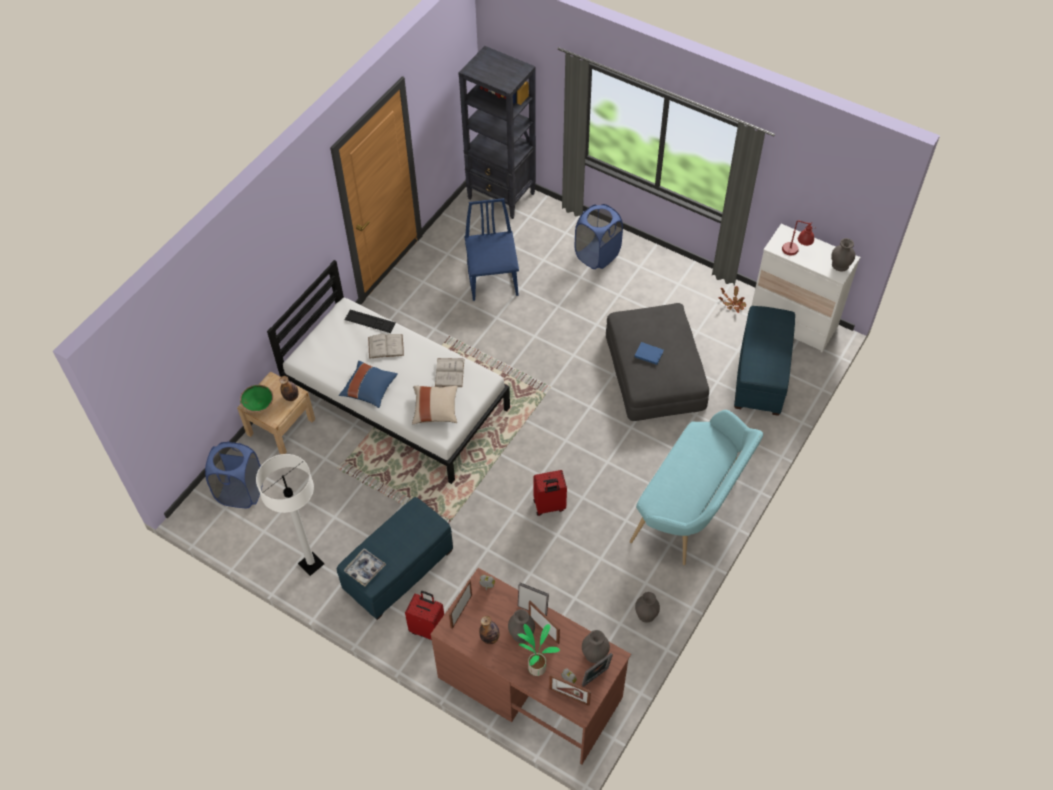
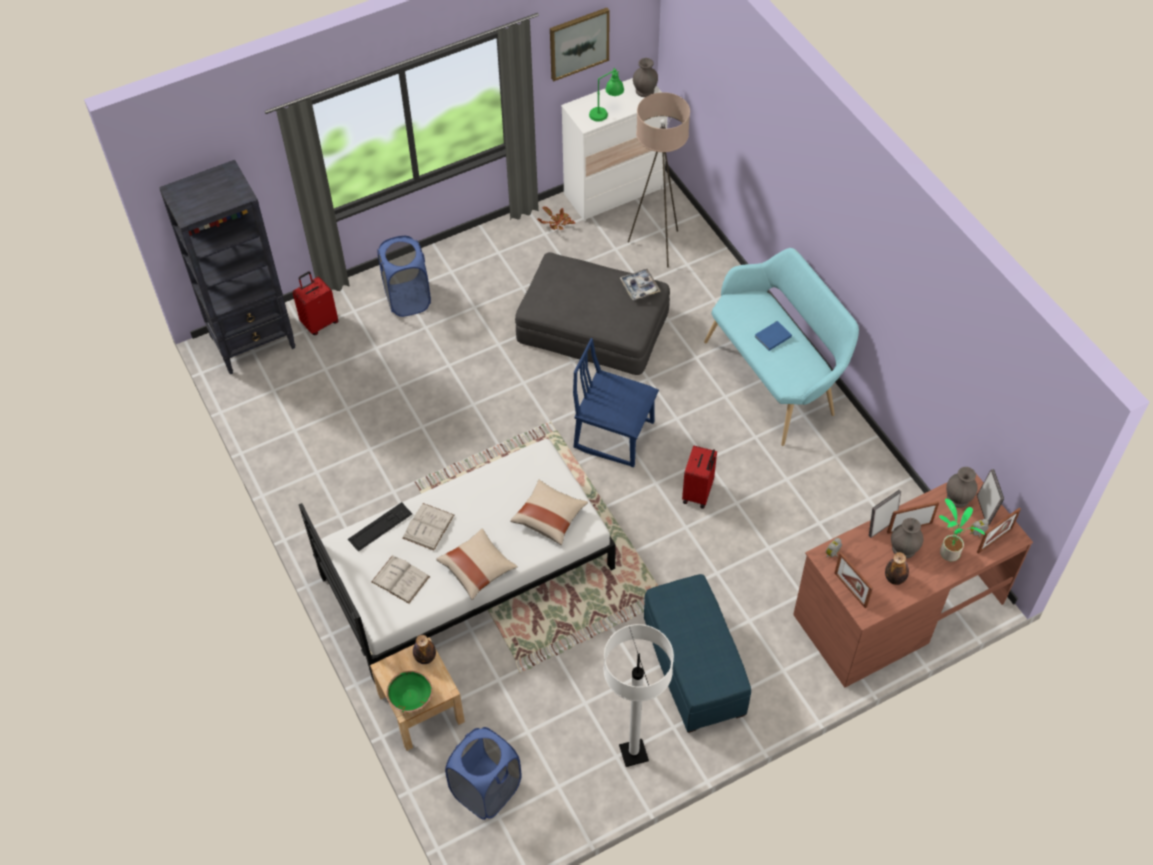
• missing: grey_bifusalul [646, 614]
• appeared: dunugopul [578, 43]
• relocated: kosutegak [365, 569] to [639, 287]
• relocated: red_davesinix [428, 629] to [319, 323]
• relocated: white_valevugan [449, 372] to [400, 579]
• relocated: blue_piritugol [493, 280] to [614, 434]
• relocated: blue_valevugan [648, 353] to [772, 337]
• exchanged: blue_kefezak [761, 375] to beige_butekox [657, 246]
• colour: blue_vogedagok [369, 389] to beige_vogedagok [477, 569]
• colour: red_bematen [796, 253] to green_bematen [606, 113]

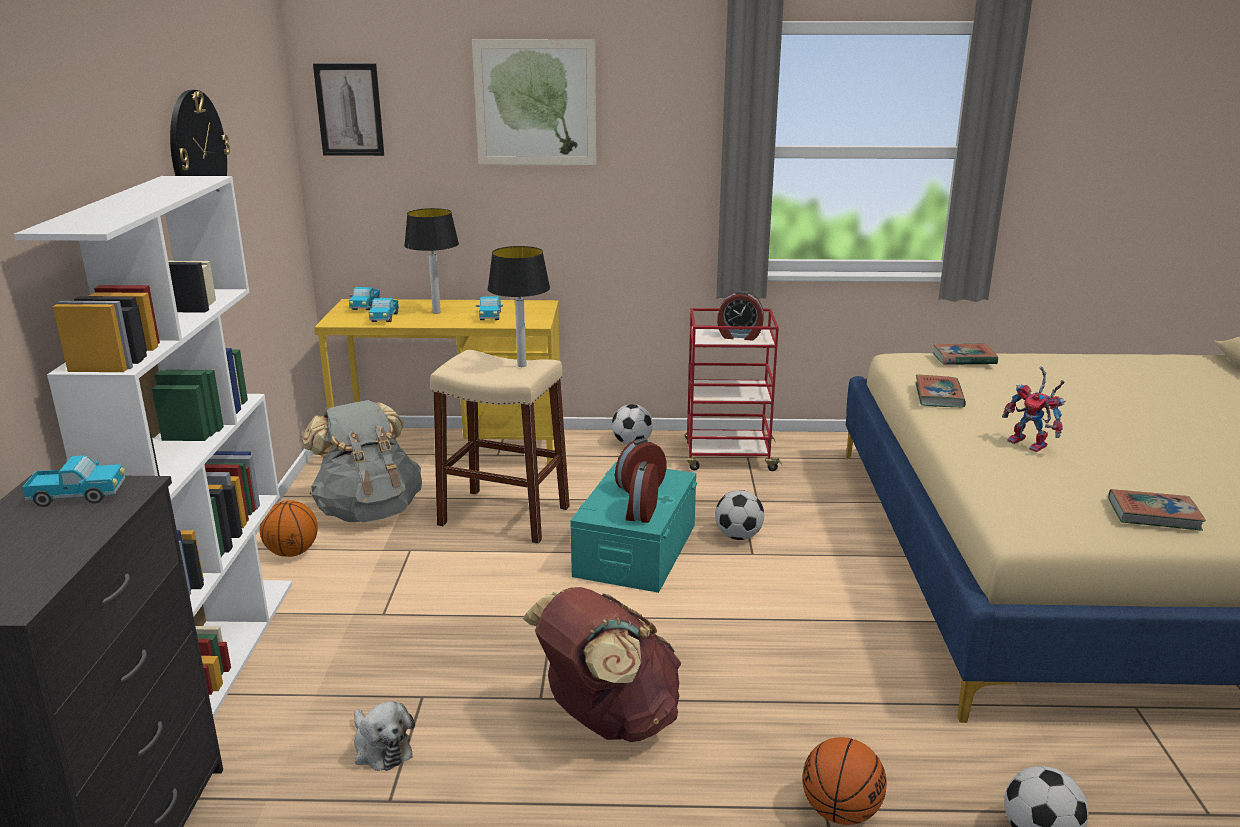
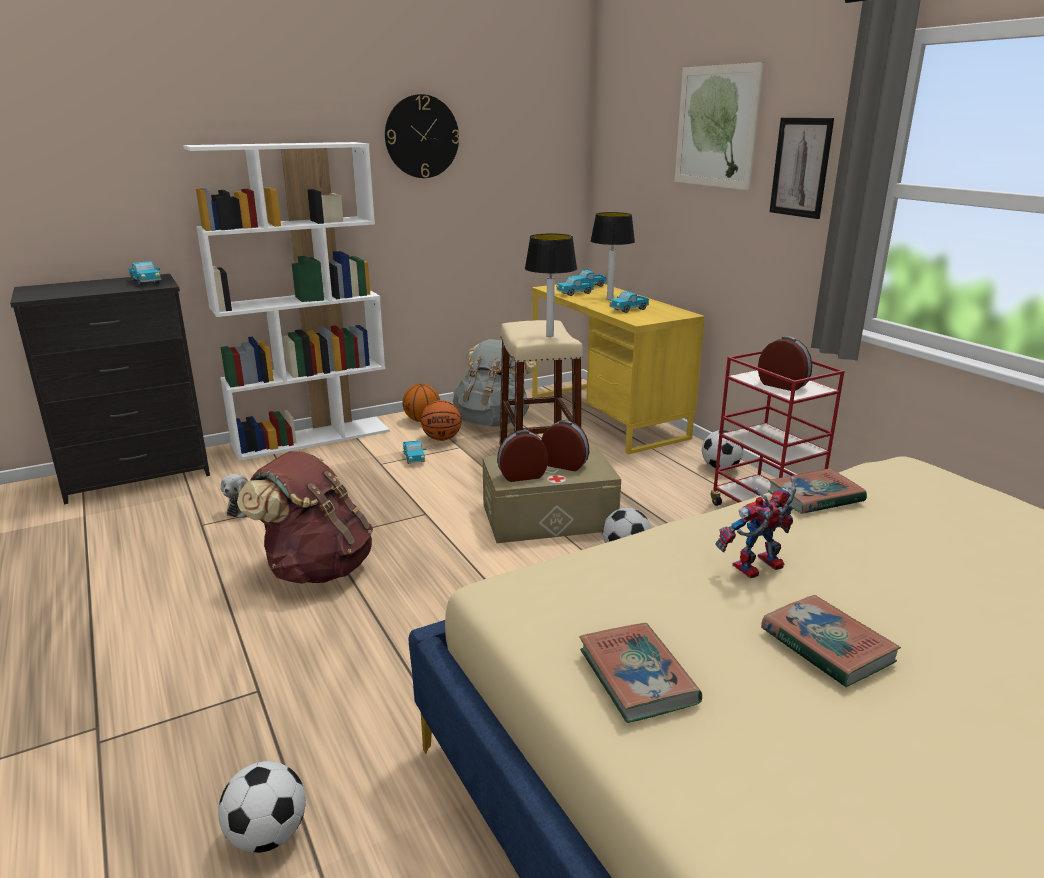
• appeared: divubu [414, 458]
• relocated: dunugopul [349, 110] to [800, 167]
• relocated: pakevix [840, 811] to [442, 439]
• relocated: valevugan [964, 359] to [826, 646]
• colour: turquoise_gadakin [635, 550] to beige_gadakin [548, 517]
• spun: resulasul [739, 336] = [783, 385] 150 degrees clockwise
• spun: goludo [1031, 444] = [756, 569] 45 degrees clockwise

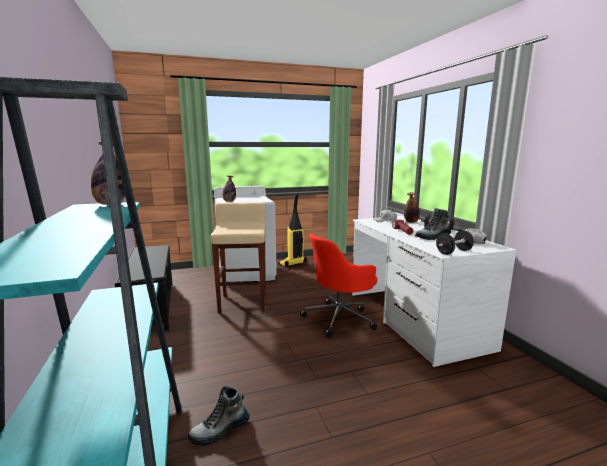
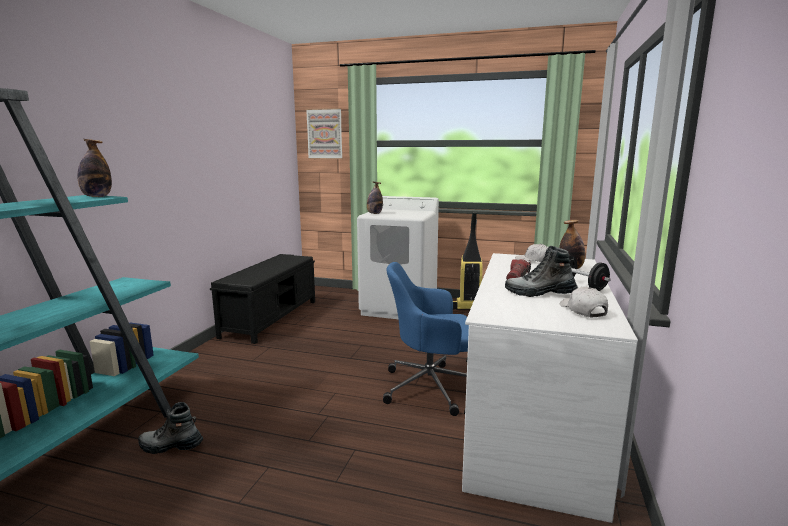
• missing: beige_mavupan [243, 303]
• missing: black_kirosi [453, 252]
• appeared: dunugopul [324, 134]
• colour: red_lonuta [340, 318] to blue_lonuta [430, 387]

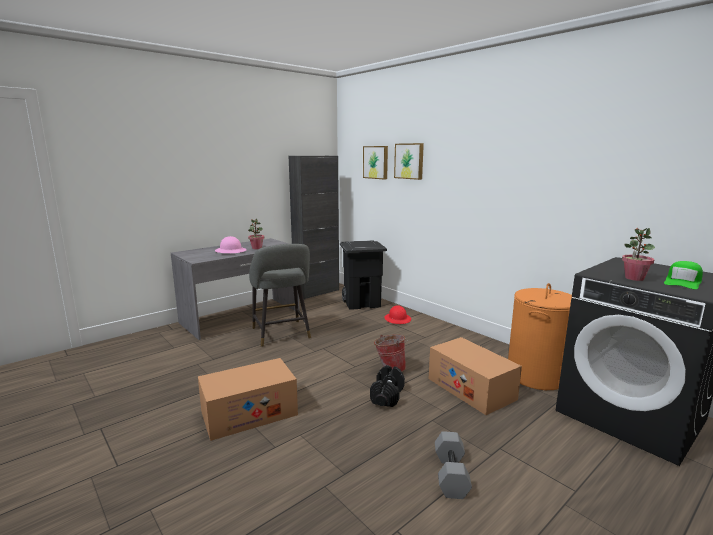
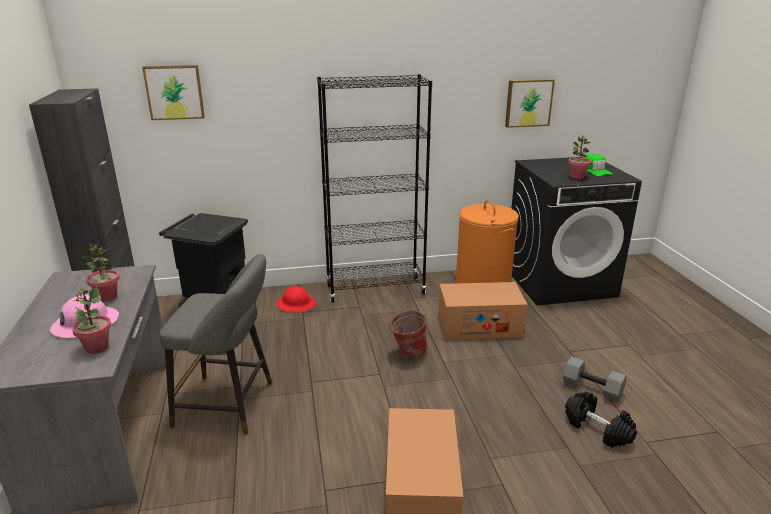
• appeared: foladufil [97, 348]
• appeared: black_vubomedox [375, 290]
• relocated: black_kirosi [387, 396] to [598, 429]
• relocated: dunugopul [409, 161] to [528, 102]

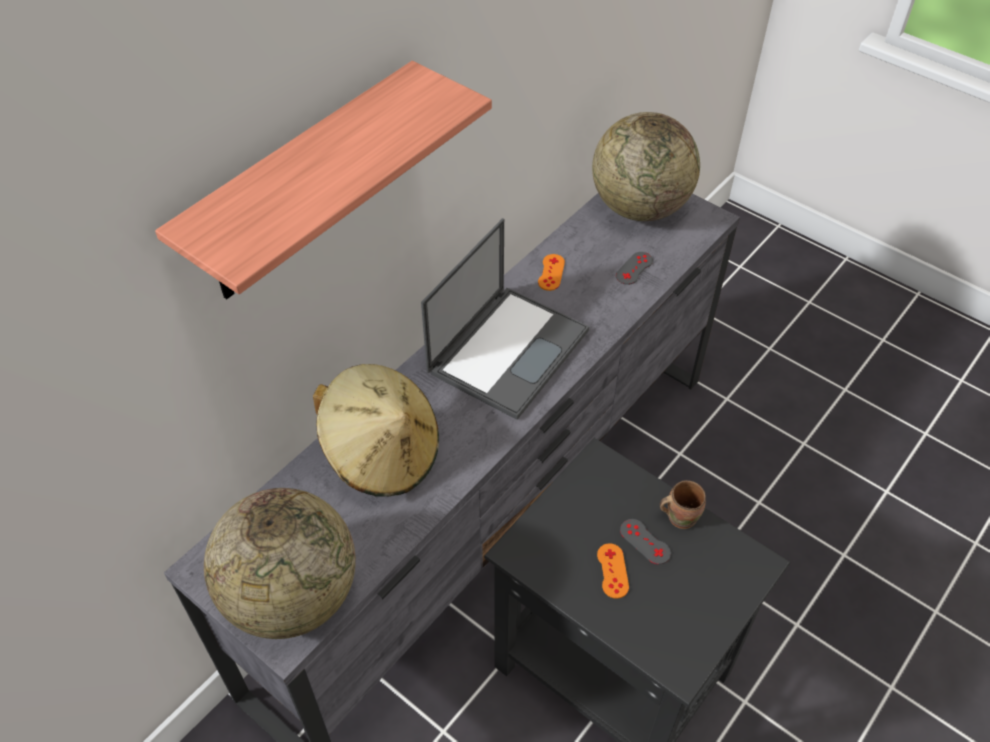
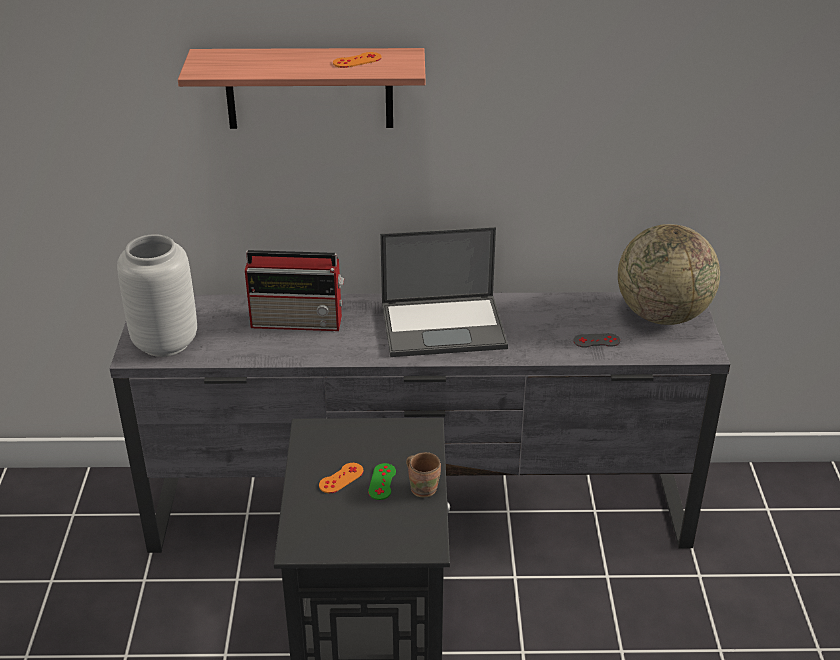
• relocated: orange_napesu [551, 272] to [357, 60]
• exchanged: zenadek [292, 596] to grey_bifusalul [164, 342]
• exchanged: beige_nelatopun [382, 453] to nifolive [299, 321]
• colour: grey_napesu [645, 541] to green_napesu [382, 482]

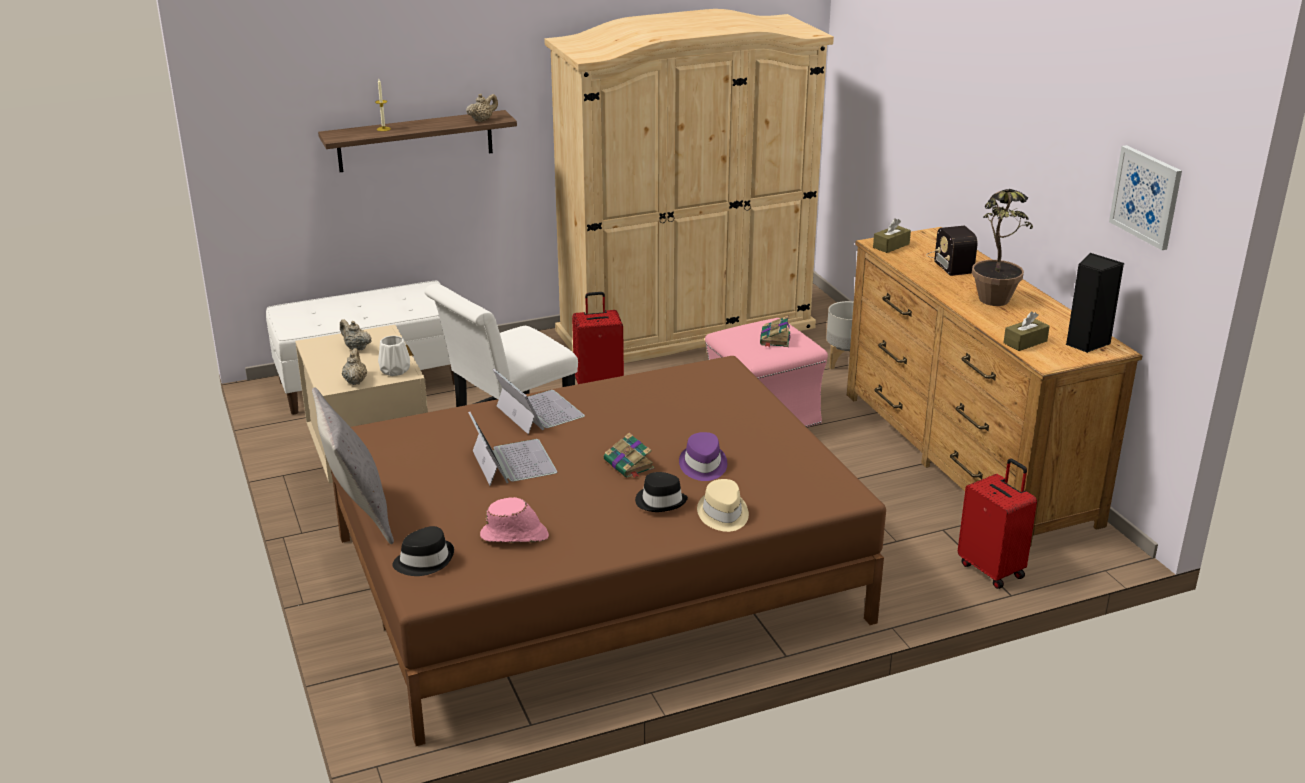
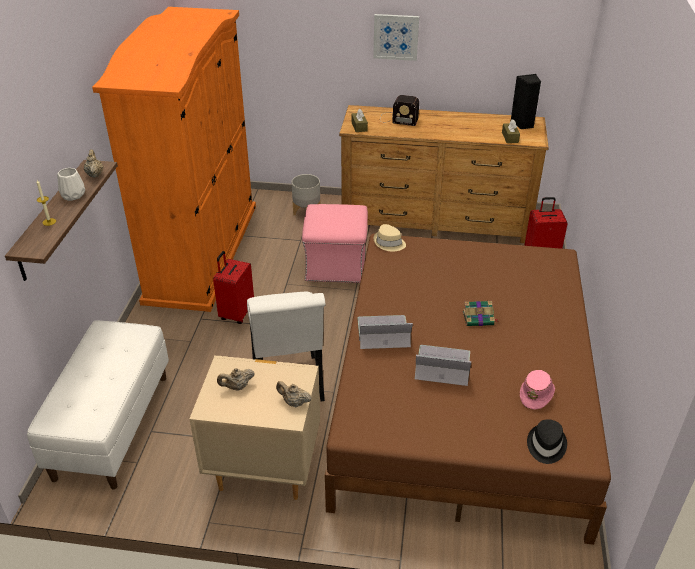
• missing: grey_vogedagok [358, 515]
• missing: black_nelatopun [660, 501]
• missing: purple_nelatopun [702, 465]
• missing: valevugan [775, 339]
• missing: foladufil [993, 304]
• relocated: white_bifusalul [394, 371] to [73, 195]
• relocated: beige_nelatopun [723, 514] to [389, 243]
• relocated: dunugopul [1146, 196] to [396, 37]
• colour: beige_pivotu [685, 329] to orange_pivotu [202, 251]

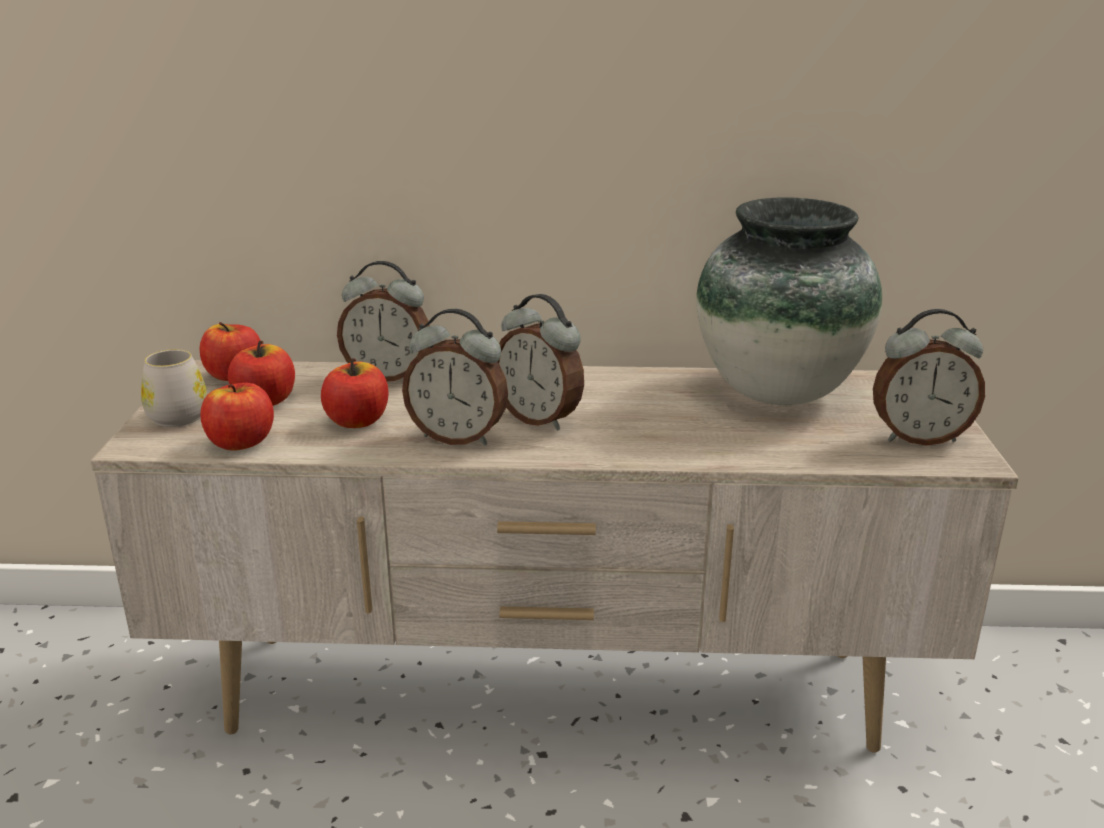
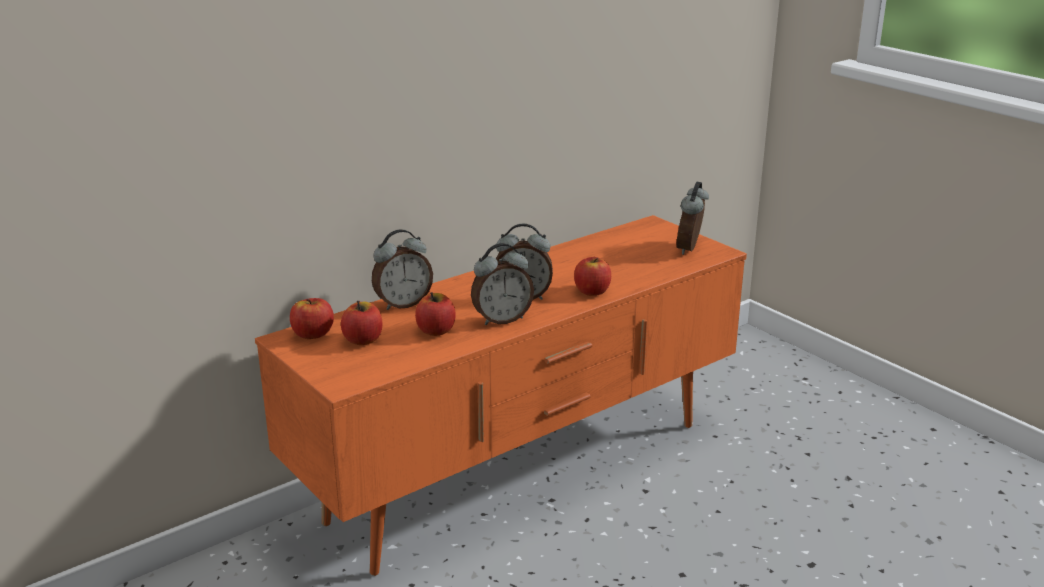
• missing: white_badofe [178, 413]
• missing: bifusalul [779, 392]
• relocated: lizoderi [241, 442] to [592, 291]
• colour: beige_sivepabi [551, 695] to orange_sivepabi [521, 473]
• spun: resulasul [919, 437] = [690, 249] 150 degrees clockwise

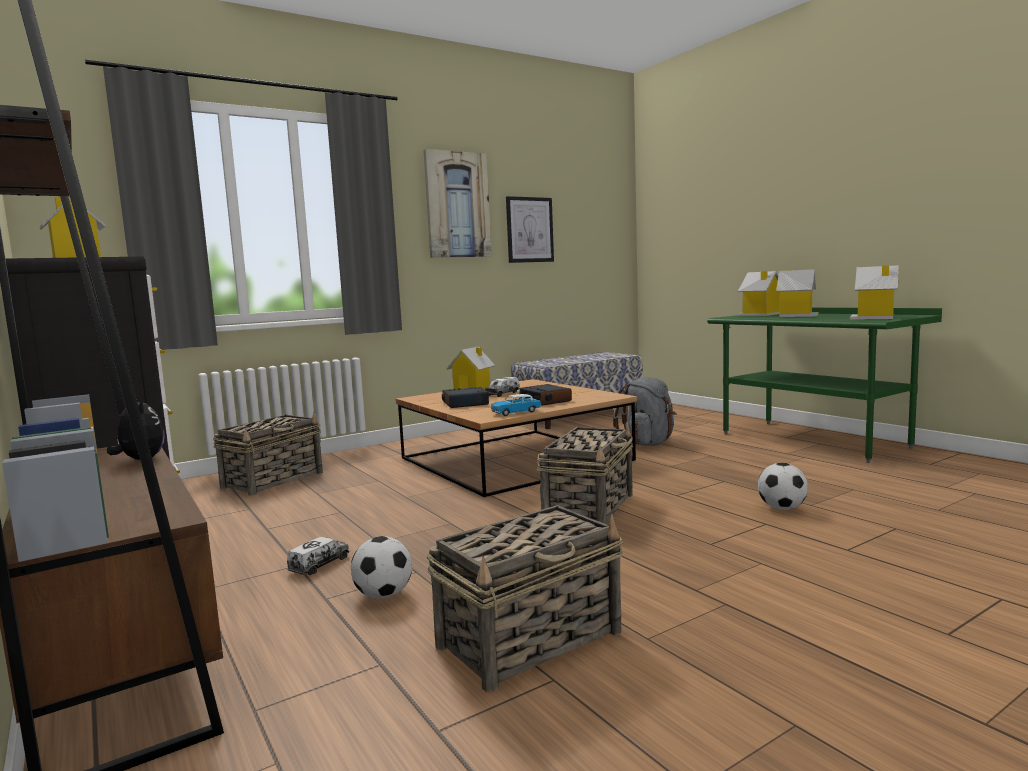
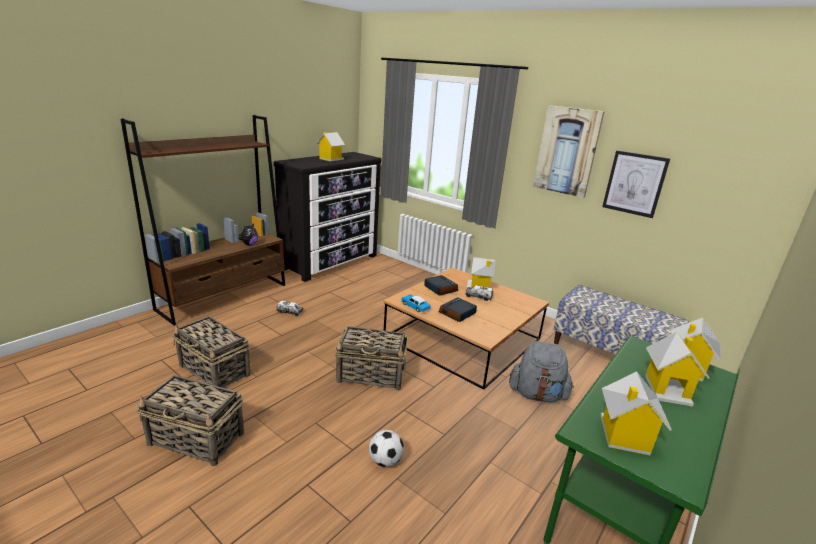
• missing: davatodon [383, 595]
• relocated: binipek [274, 480] to [197, 439]

